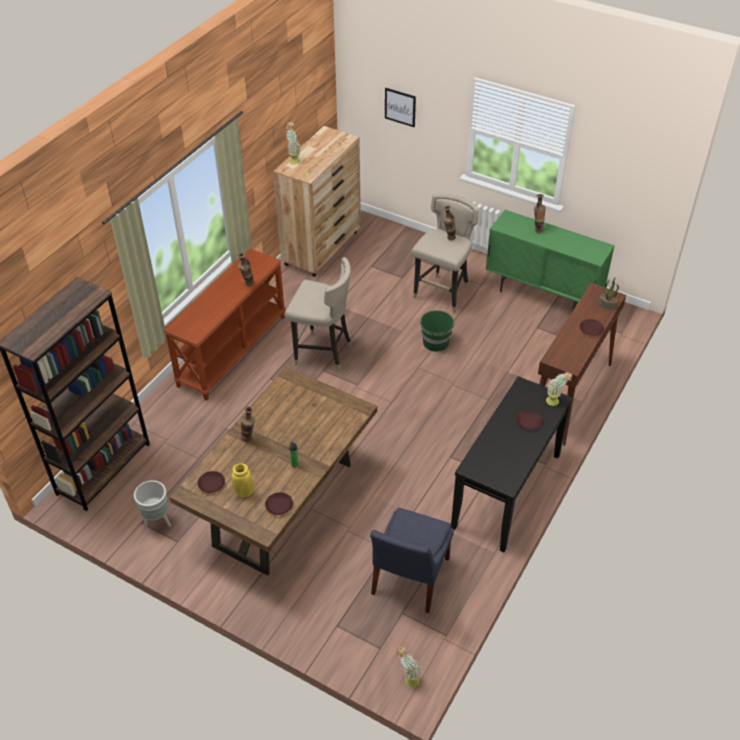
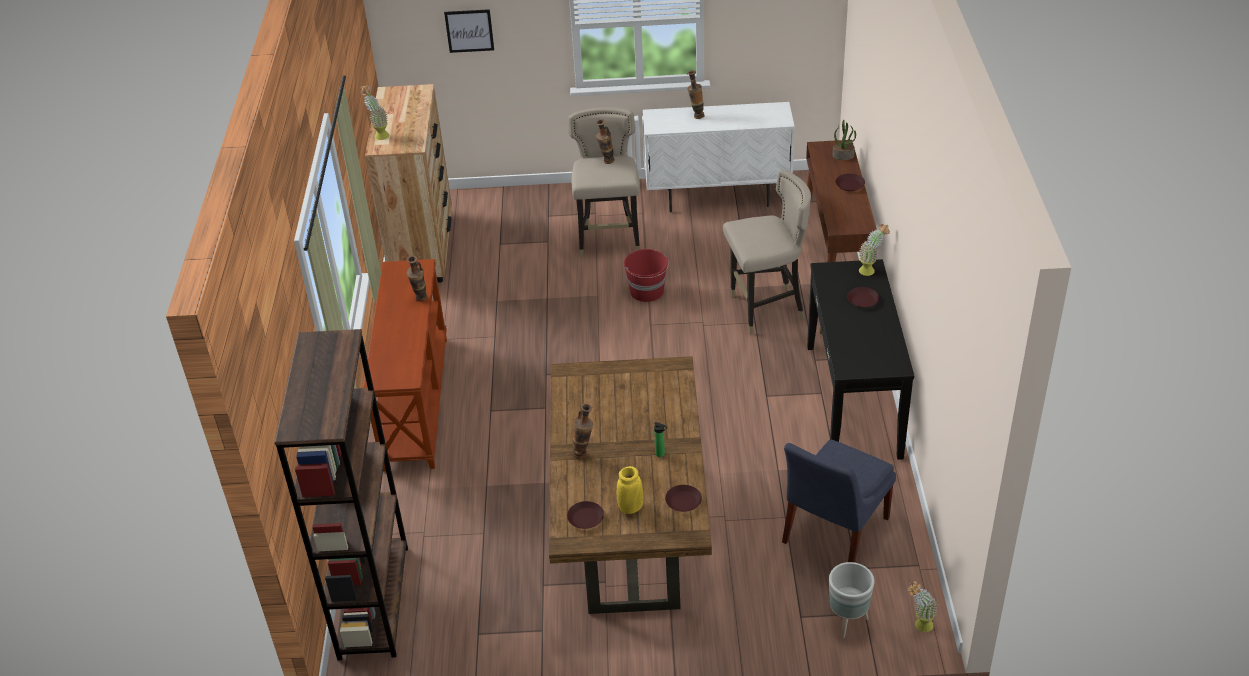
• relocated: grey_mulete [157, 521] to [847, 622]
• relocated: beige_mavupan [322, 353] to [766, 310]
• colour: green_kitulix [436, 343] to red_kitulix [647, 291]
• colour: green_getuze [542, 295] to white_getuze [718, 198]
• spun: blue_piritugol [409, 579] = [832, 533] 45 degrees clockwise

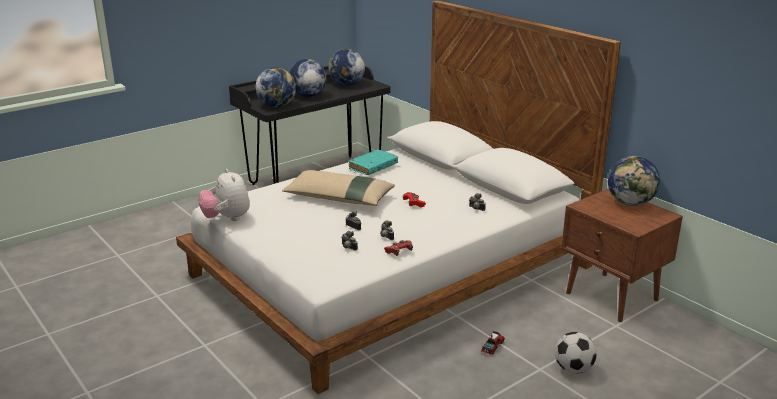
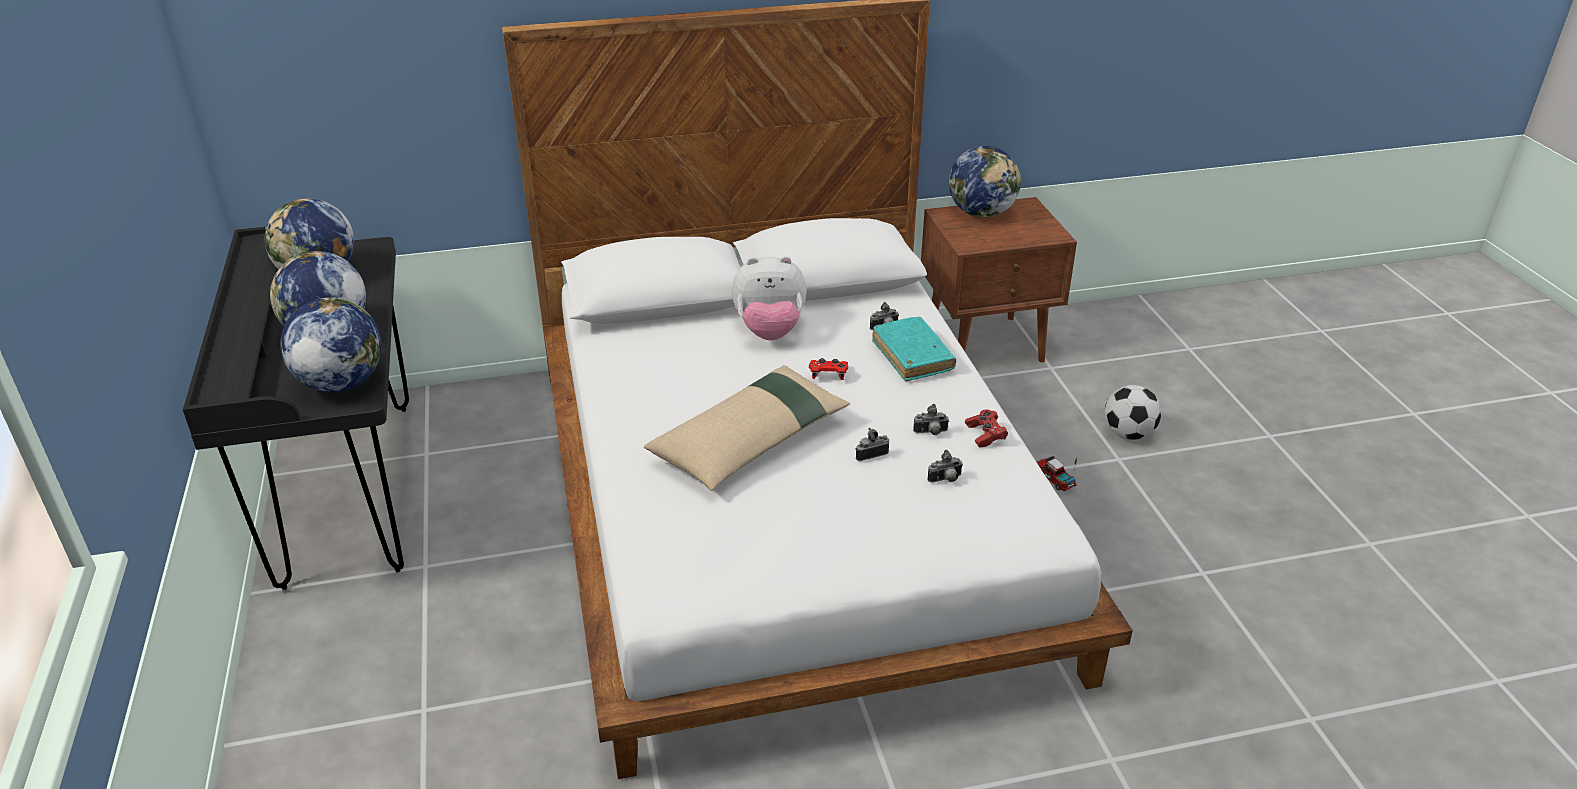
• relocated: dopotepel [227, 218] to [770, 332]
• relocated: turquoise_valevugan [373, 167] to [912, 356]

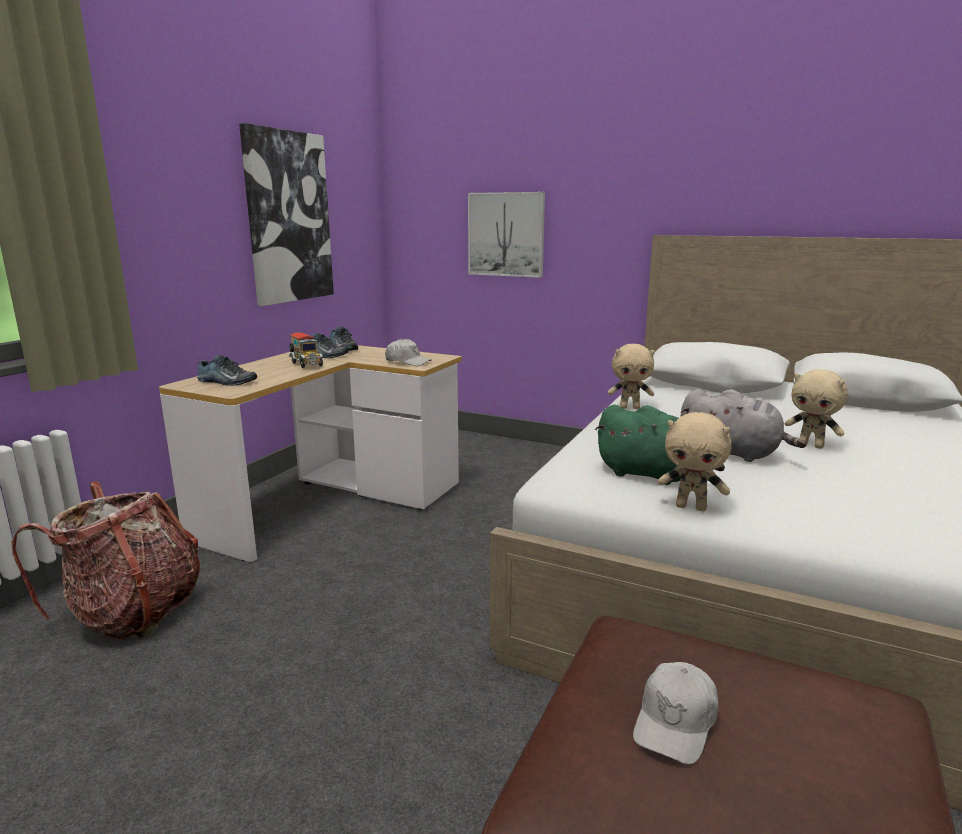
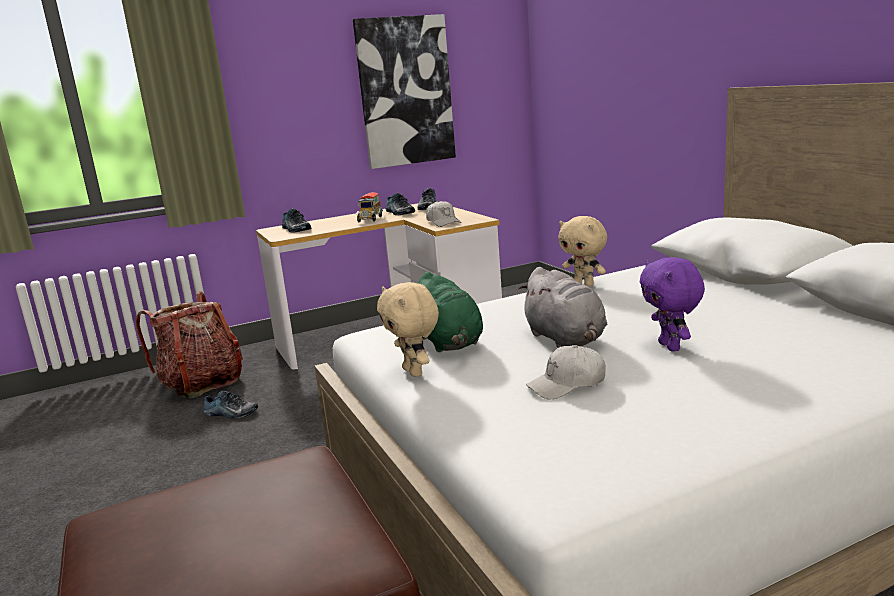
• missing: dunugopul [506, 234]
• appeared: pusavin [230, 414]
• relocated: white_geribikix [675, 722] to [567, 384]
• colour: beige_dopotepel [811, 445] to purple_dopotepel [671, 347]

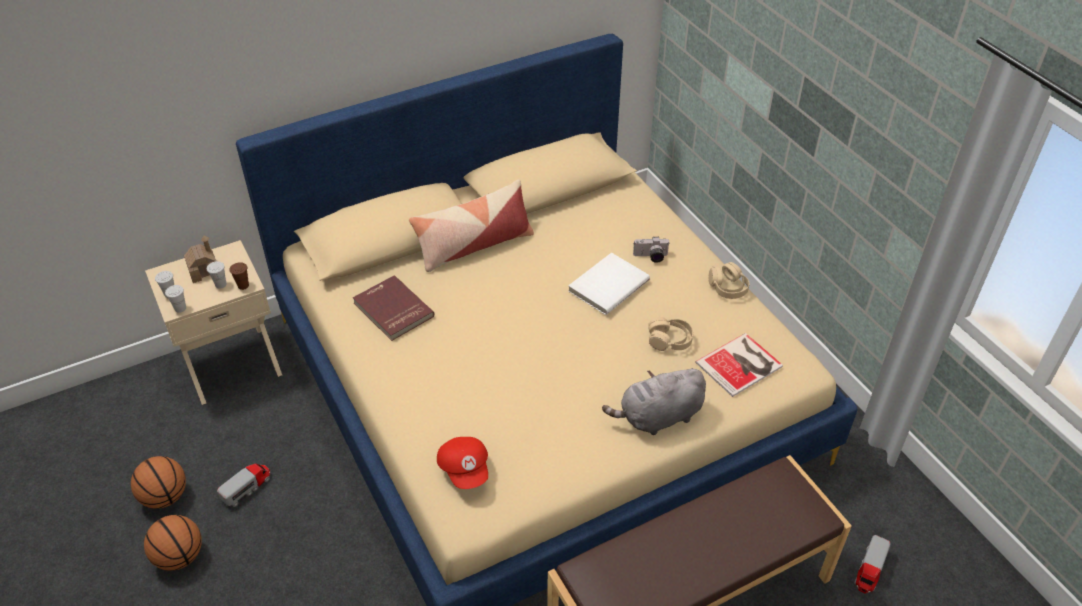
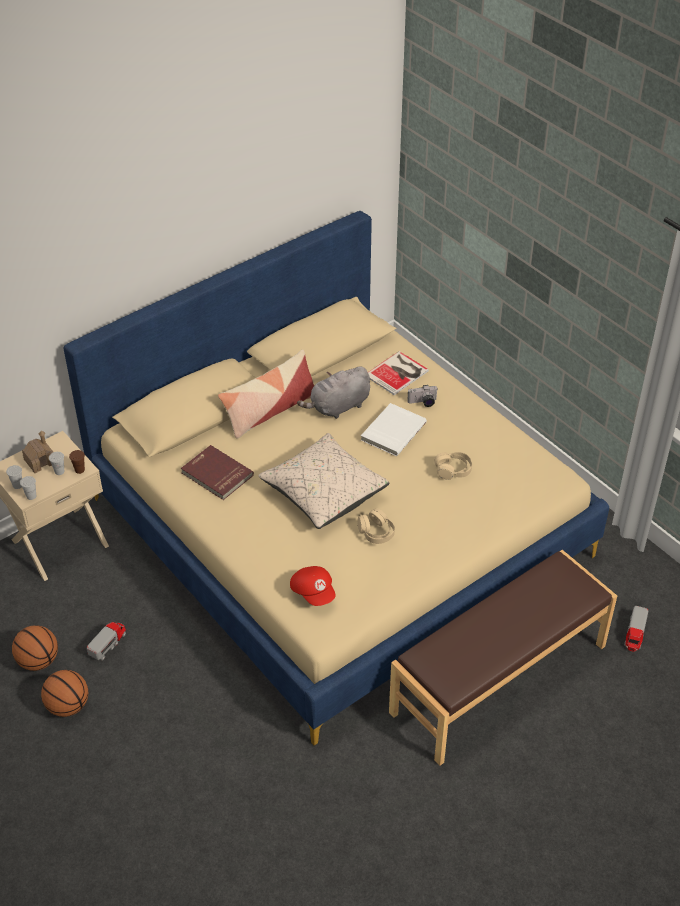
• appeared: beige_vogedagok [324, 492]
• relocated: grey_dopotepel [658, 417] to [338, 407]
• relocated: valevugan [741, 365] to [398, 373]
• relocated: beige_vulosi [728, 287] to [376, 532]

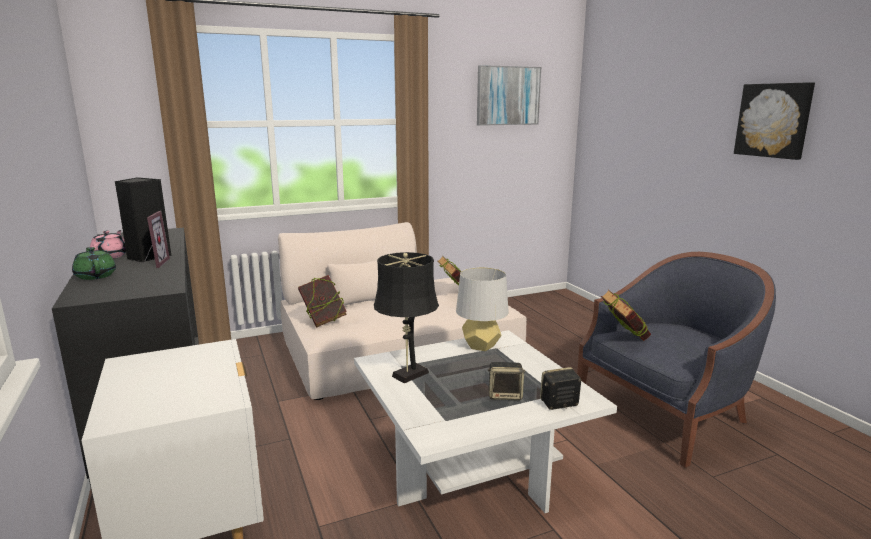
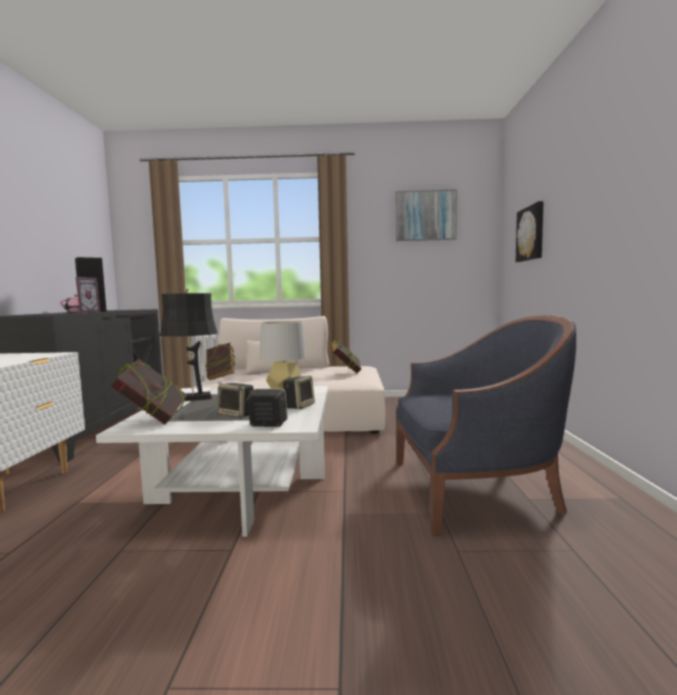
• missing: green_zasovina [96, 276]
• appeared: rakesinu [299, 406]
• relocated: valevugan [623, 339] to [153, 420]
• relocated: dunugopul [774, 120] to [531, 233]

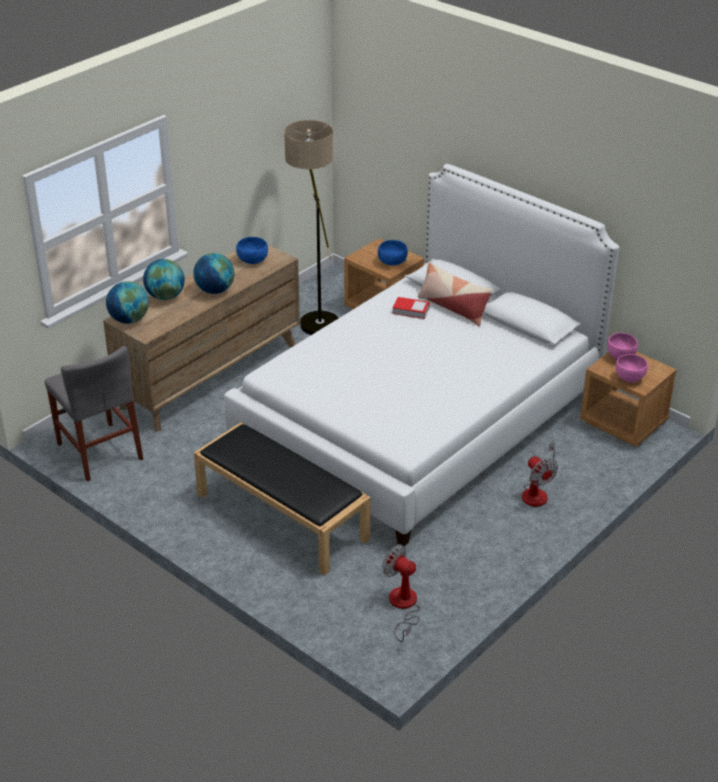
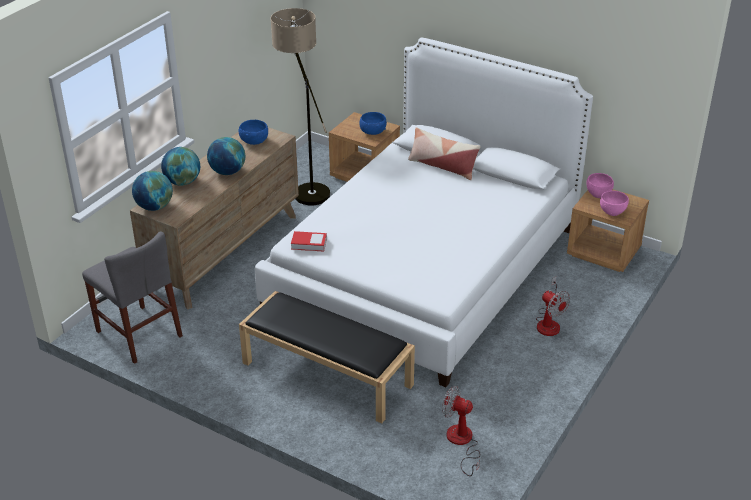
• relocated: valevugan [411, 310] to [309, 244]

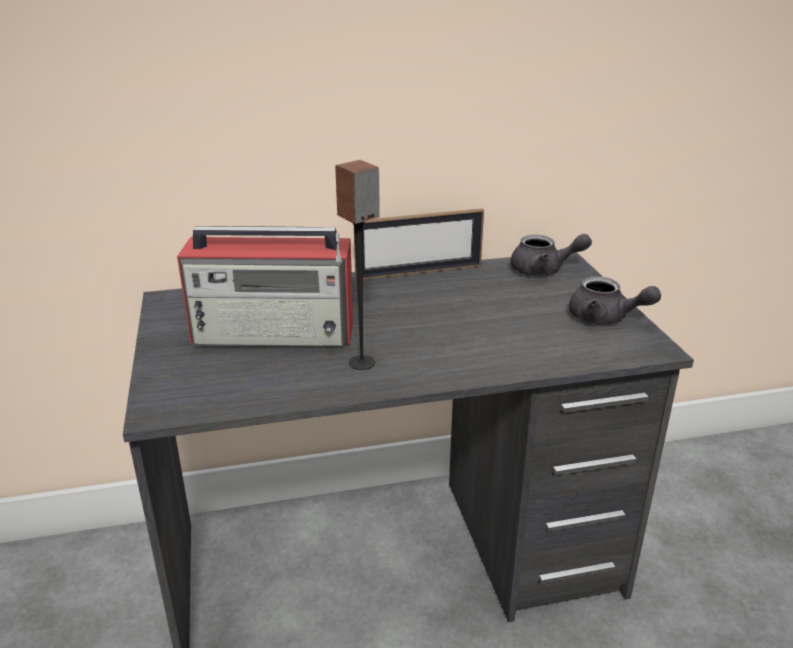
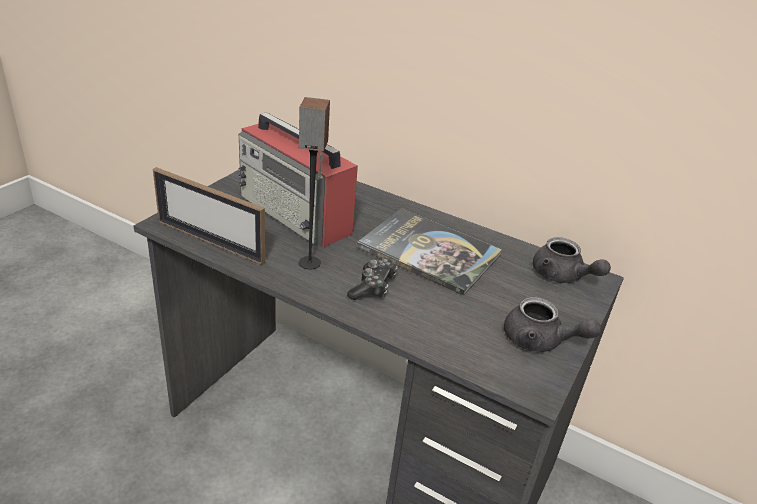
• appeared: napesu [373, 287]
• appeared: valevugan [429, 251]
• relocated: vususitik [419, 272] to [210, 241]
• spun: grey_zasovina [605, 318] = [540, 341] 45 degrees counterclockwise

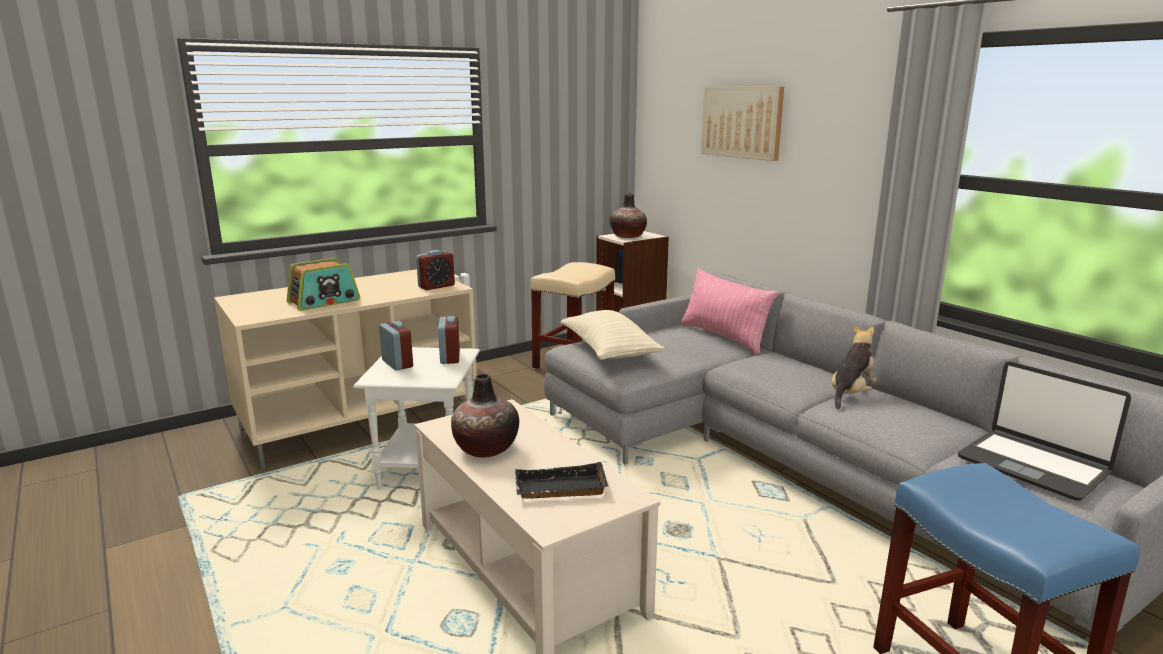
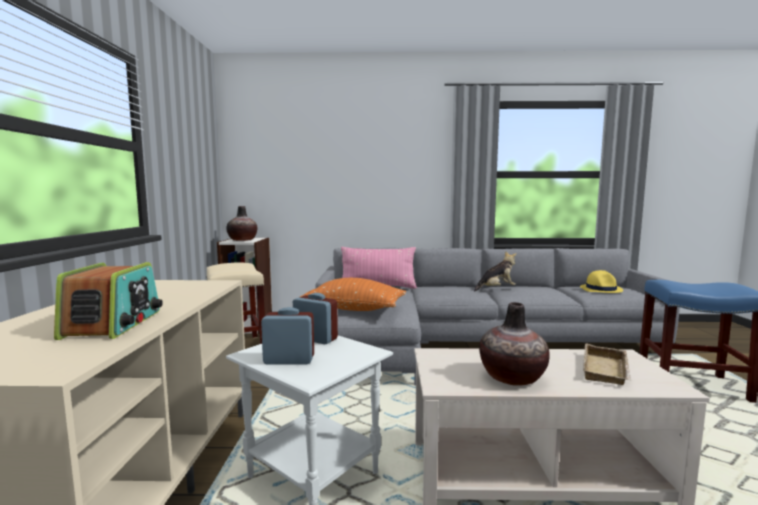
• missing: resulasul [436, 286]
• missing: dunugopul [742, 122]
• exchanged: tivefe [1033, 465] to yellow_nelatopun [601, 289]
• colour: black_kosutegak [559, 490] to beige_kosutegak [607, 370]
• colour: beige_vogedagok [609, 351] to orange_vogedagok [354, 309]
• spun: dopotepel [851, 394] = [496, 289] 90 degrees clockwise

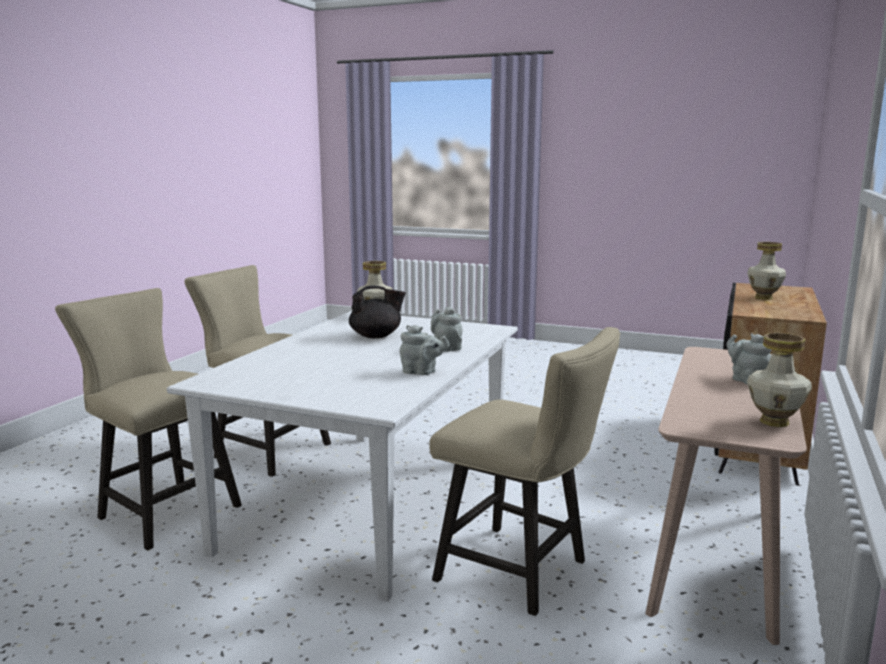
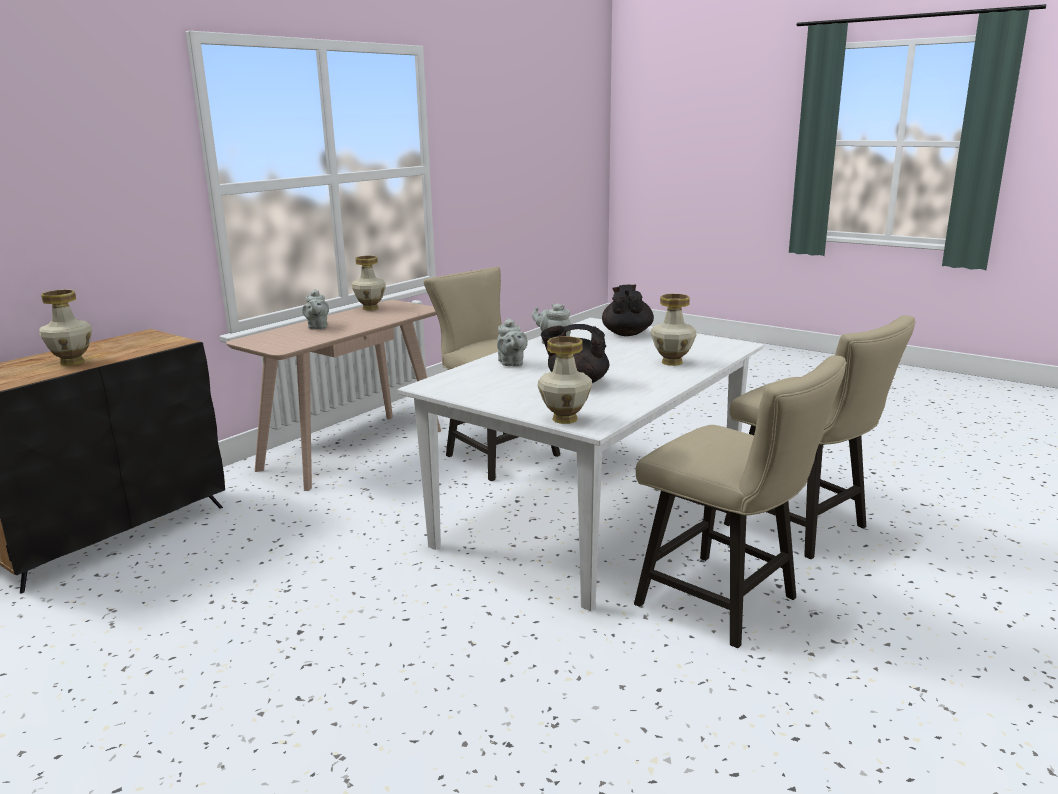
• appeared: black_zasovina [627, 333]
• appeared: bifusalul [672, 362]

